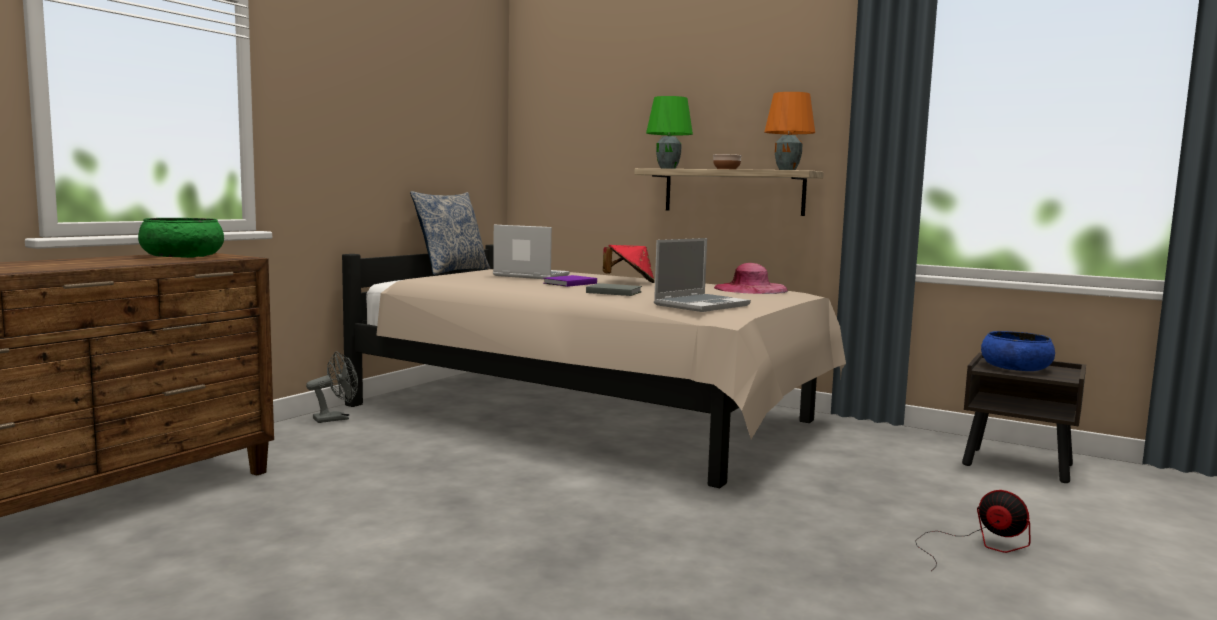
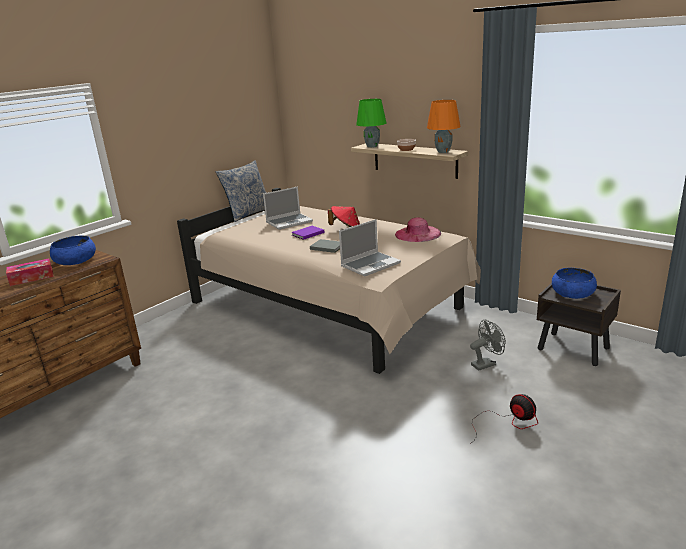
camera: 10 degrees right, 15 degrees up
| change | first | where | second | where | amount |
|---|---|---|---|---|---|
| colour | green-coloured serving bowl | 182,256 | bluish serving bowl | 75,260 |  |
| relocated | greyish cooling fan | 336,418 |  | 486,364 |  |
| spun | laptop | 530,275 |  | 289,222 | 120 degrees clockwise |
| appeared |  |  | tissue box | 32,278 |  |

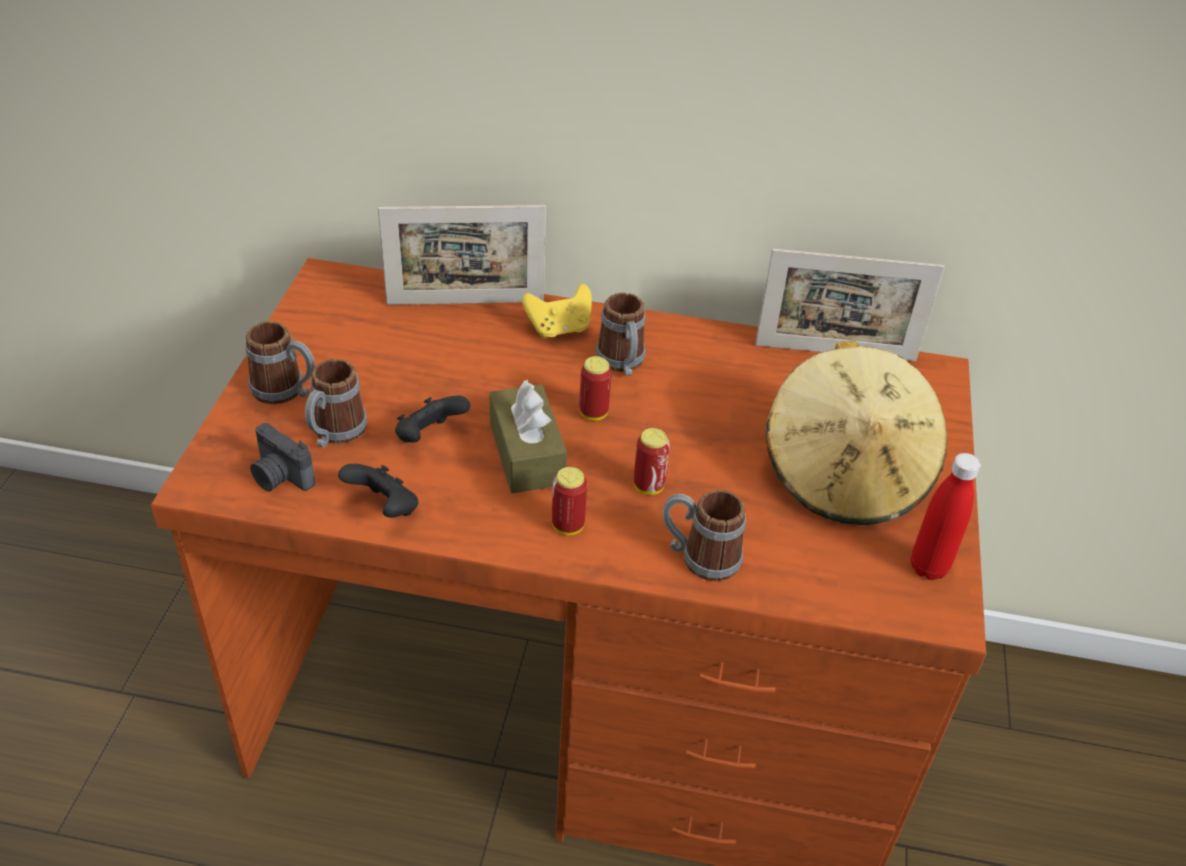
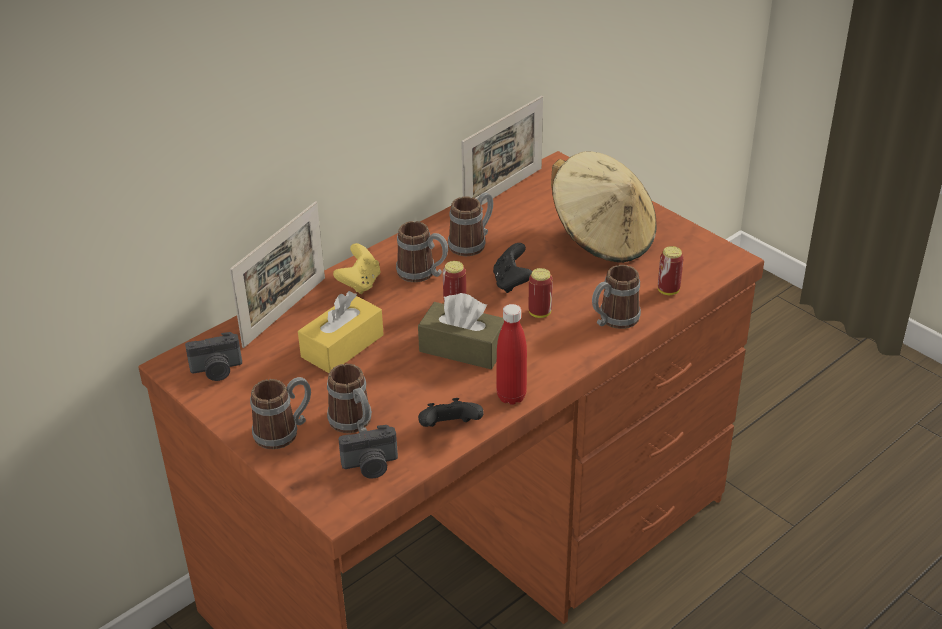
camera: 50 degrees left, 5 degrees down
| change | first | where | second | where | amount |
|---|---|---|---|---|---|
| relocated | black-coloured gamepad | 429,437 |  | 512,282 |  |
| relocated | can | 568,526 |  | 668,290 |  |
| relocated | red-coloured drink bottle | 928,567 |  | 511,396 |  |
| appeared |  |  | still camera | 217,370 |  |
| appeared |  |  | yellowish tissue box | 342,346 |  |
| appeared |  |  | coffee mug | 472,243 |  |

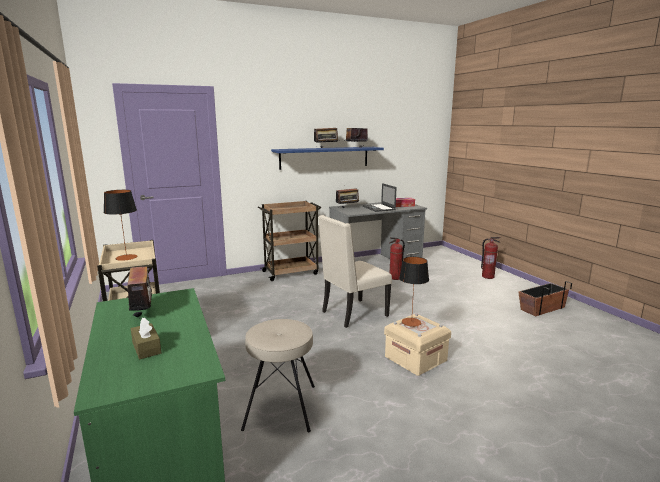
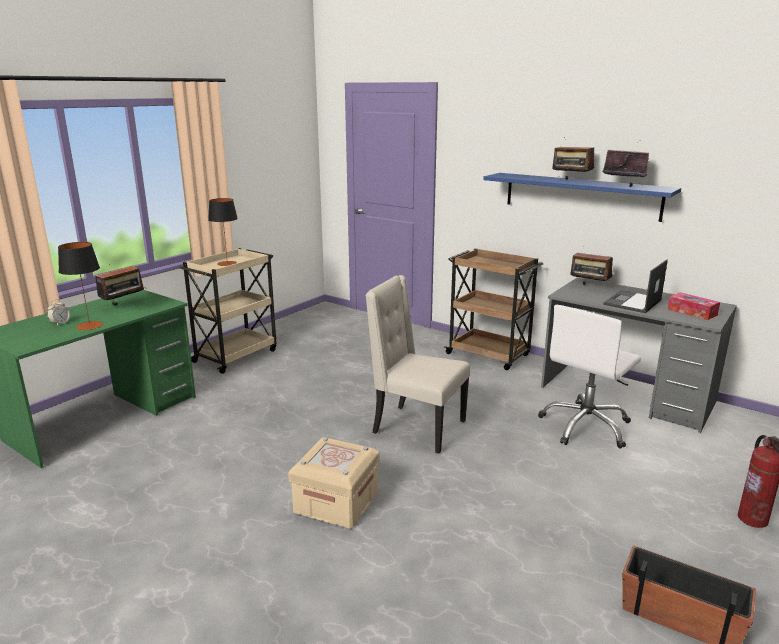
camera: 60 degrees right, 5 degrees up
| change | first | where | second | where | amount |
|---|---|---|---|---|---|
| exchanged | brown-coloured tissue box | 146,348 | table clock | 60,323 |  |
| missing | beige stool | 281,406 |  |  |  |
| exchanged | extinguisher | 395,278 | white-coloured desk chair | 586,426 |  |
| relocated | table lamp | 411,322 |  | 89,326 |  |

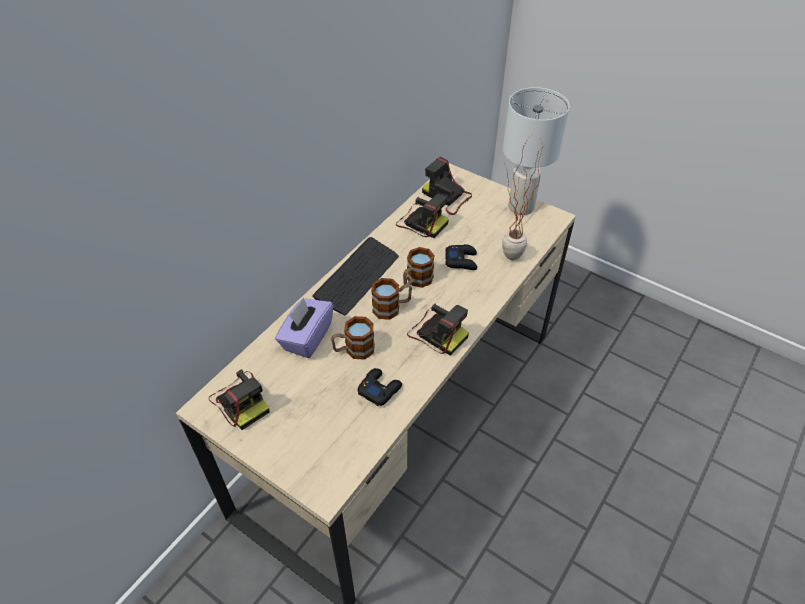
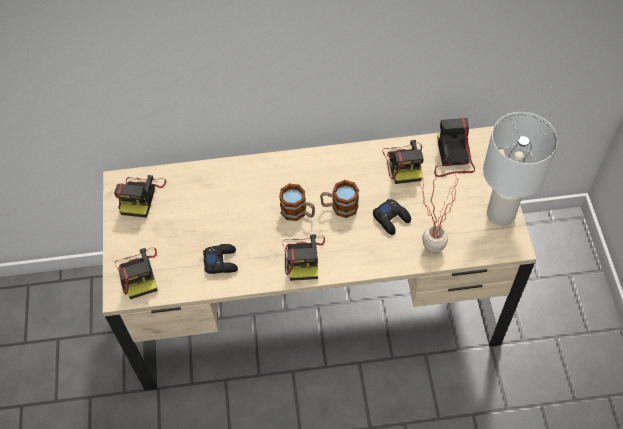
camera: 50 degrees right, 10 degrees up
| change | first | where | second | where | amount |
|---|---|---|---|---|---|
| missing | purplish tissue box | 307,338 |  |  |  |
| missing | keyboard | 357,277 |  |  |  |
| missing | coffee mug | 354,350 |  |  |  |
| appeared |  |  | still camera | 139,273 |  |

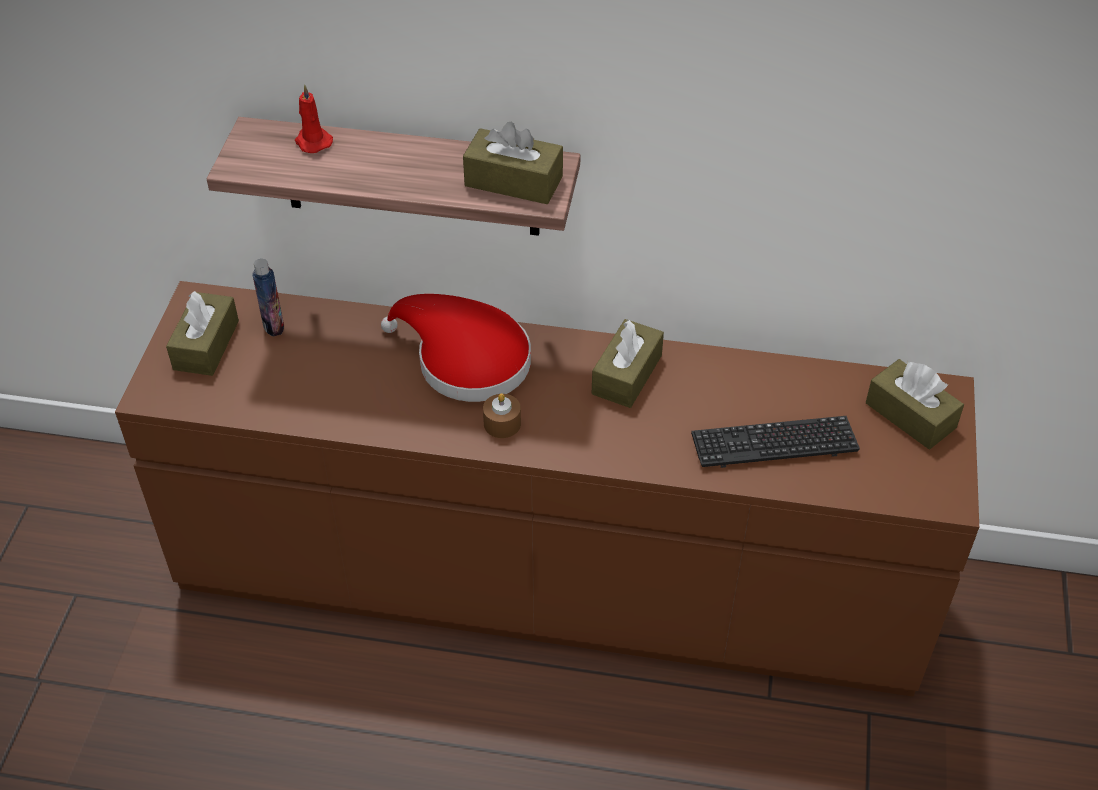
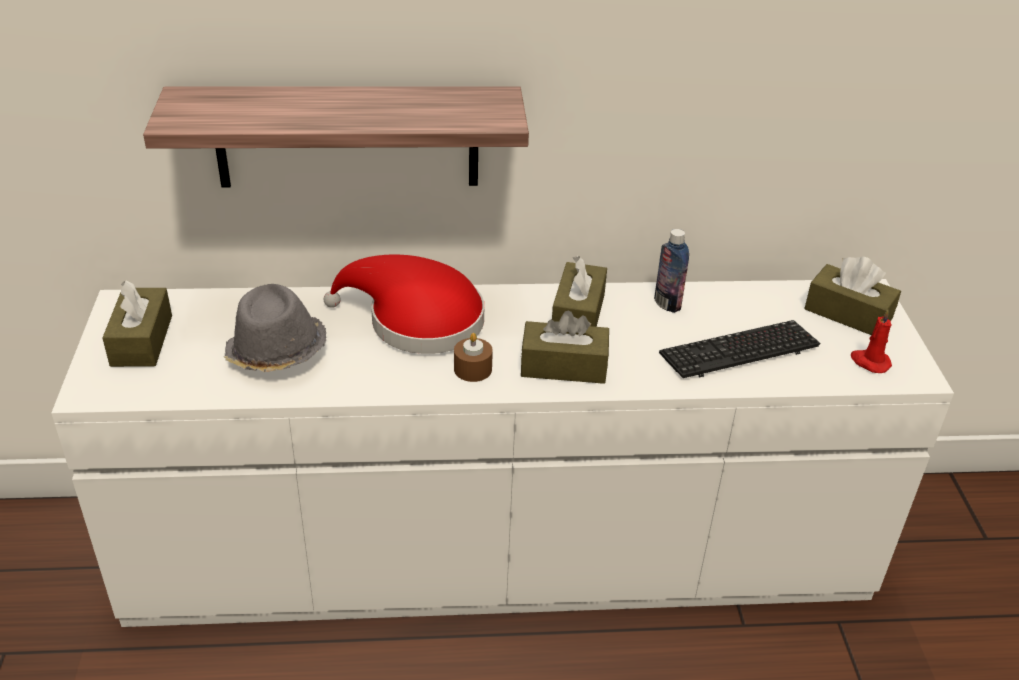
camera: 15 degrees left, 10 degrees down
| change | first | where | second | where | amount |
|---|---|---|---|---|---|
| colour | brown-coloured chest of drawers | 549,576 | white-coloured chest of drawers | 500,551 |  |
| relocated | drink bottle | 273,325 |  | 667,304 |  |
| relocated | red-coloured candle | 312,141 |  | 869,362 |  |
| relocated | brown-coloured tissue box | 513,181 |  | 563,366 |  |
| appeared |  |  | greyish hat | 276,352 |  |

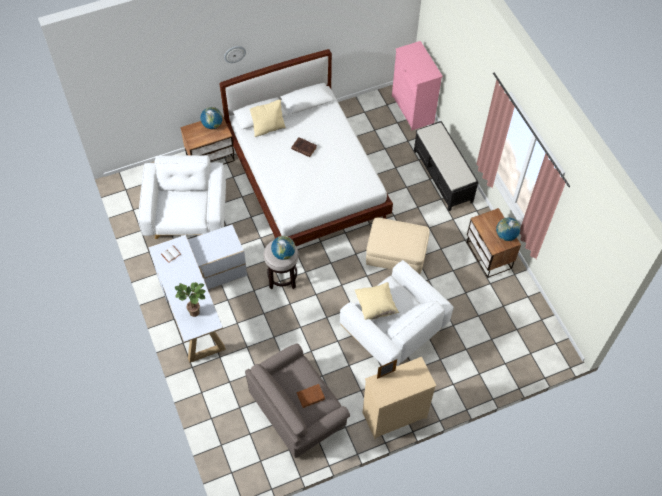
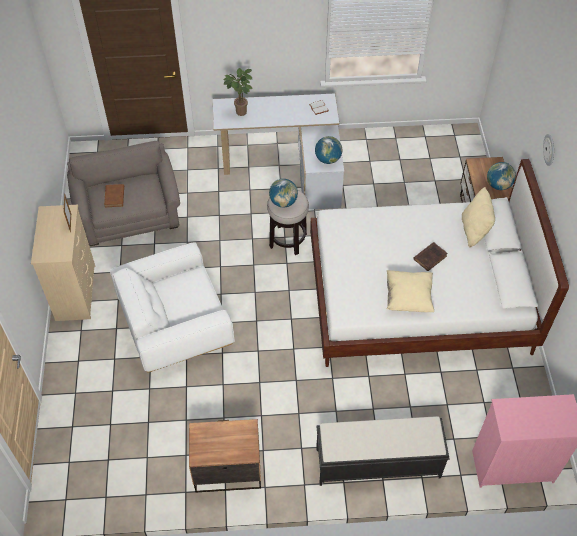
camera: 110 degrees right, 5 degrees down
| change | first | where | second | where | amount |
|---|---|---|---|---|---|
| missing | white-coloured armchair | 186,214 |  |  |  |
| relocated | beige pillow | 375,306 |  | 408,298 |  |
| missing | beige ottoman | 396,255 |  |  |  |
| relocated | desk globe | 506,235 |  | 328,159 |  |

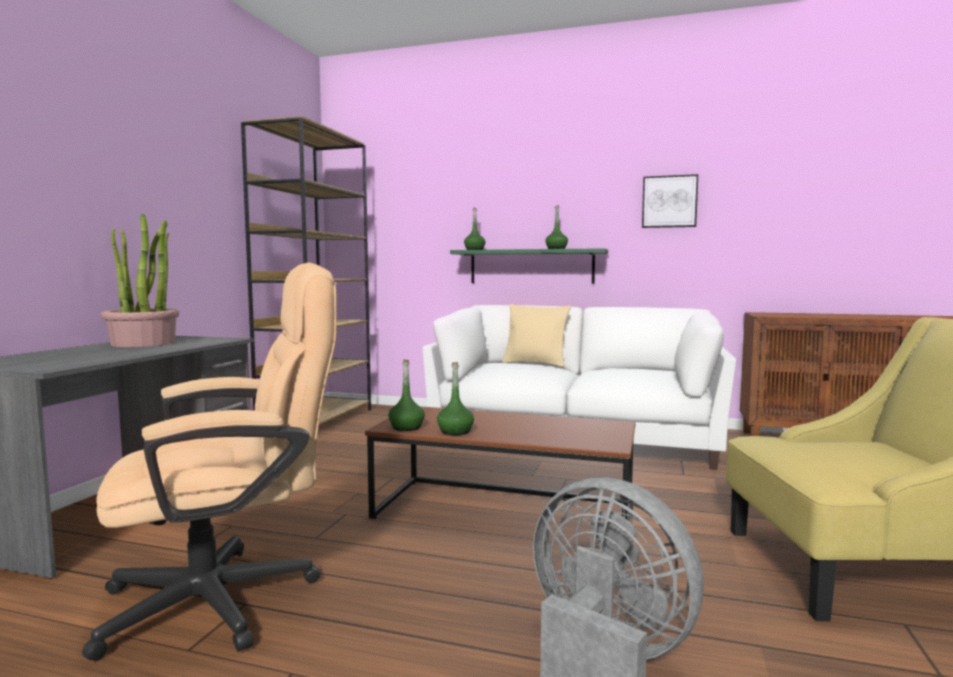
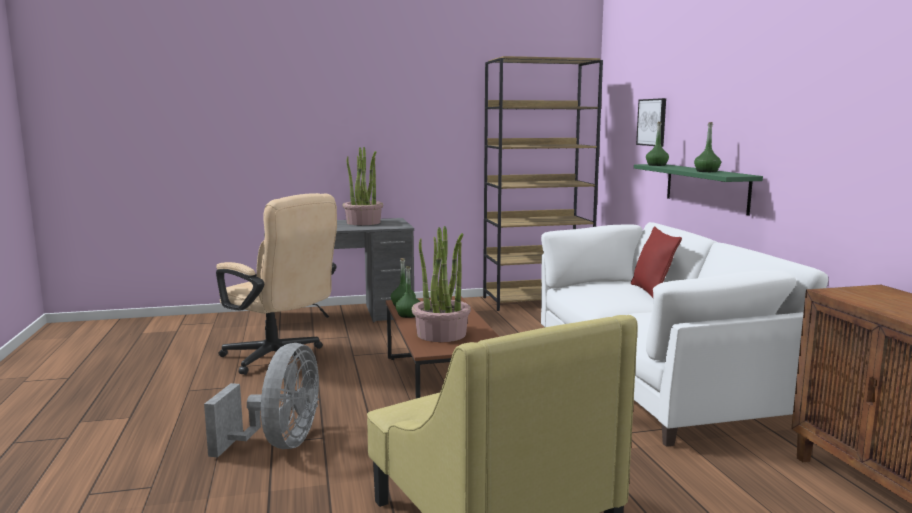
camera: 60 degrees right, 5 degrees up
| change | first | where | second | where | amount |
|---|---|---|---|---|---|
| colour | beige pillow | 535,363 | red-coloured pillow | 651,292 |  |
| relocated | wall art | 669,201 |  | 652,122 |  |
| appeared |  |  | plant in a pot | 441,334 |  |

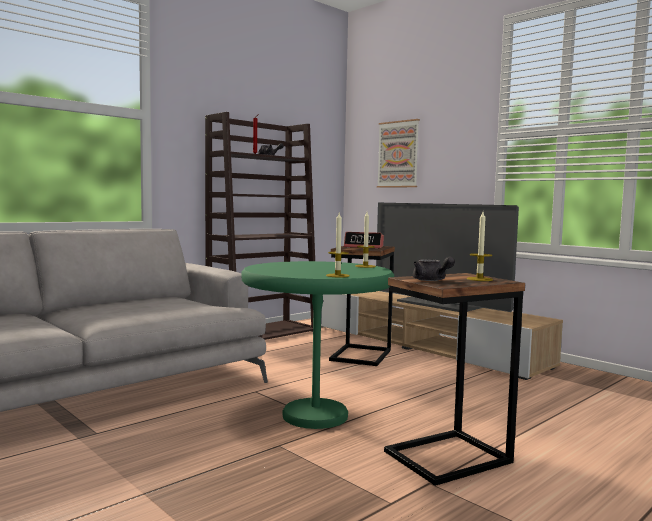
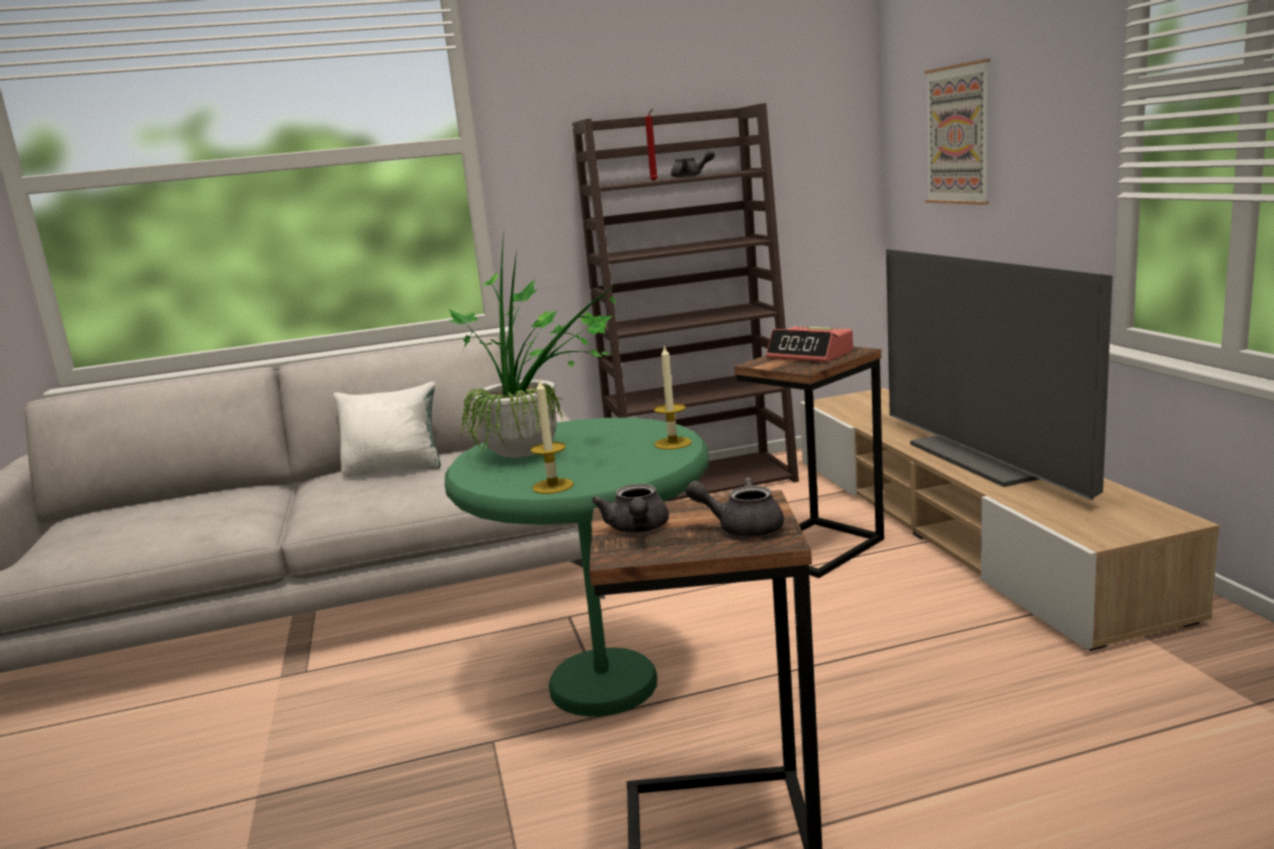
camera: 30 degrees right, 10 degrees up
| change | first | where | second | where | amount |
|---|---|---|---|---|---|
| exchanged | candle | 479,279 | greyish pot for tea | 741,527 |  |
| appeared |  |  | white-coloured pillow | 395,469 |  |
| appeared |  |  | plant in a pot | 537,454 |  |

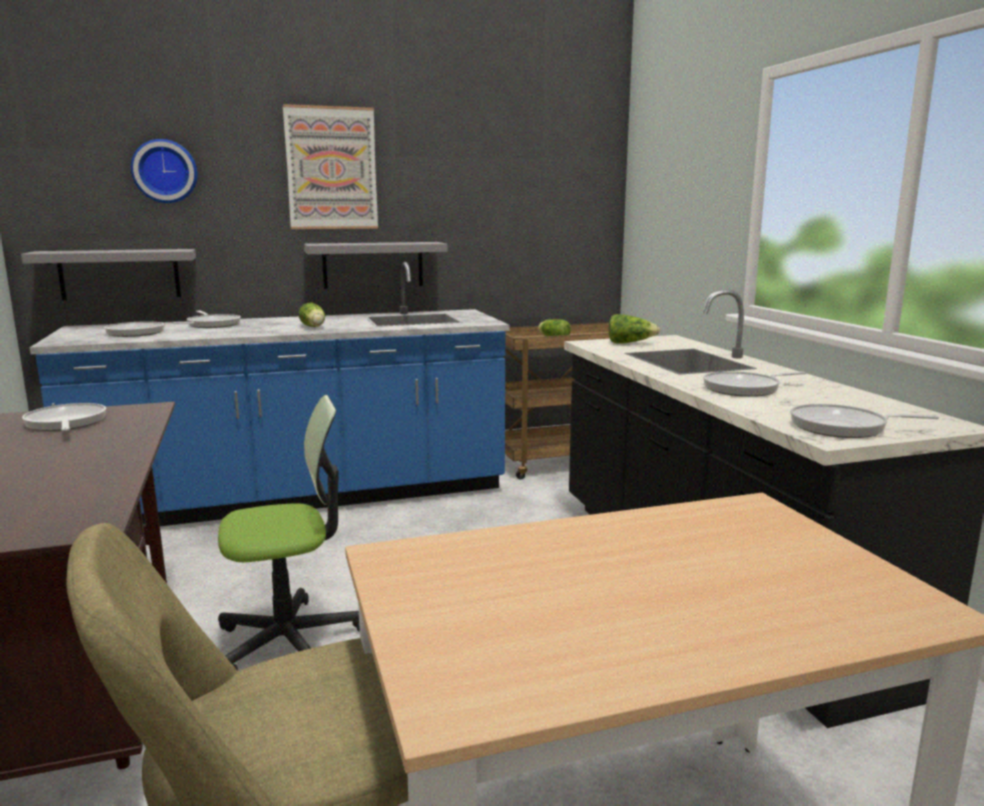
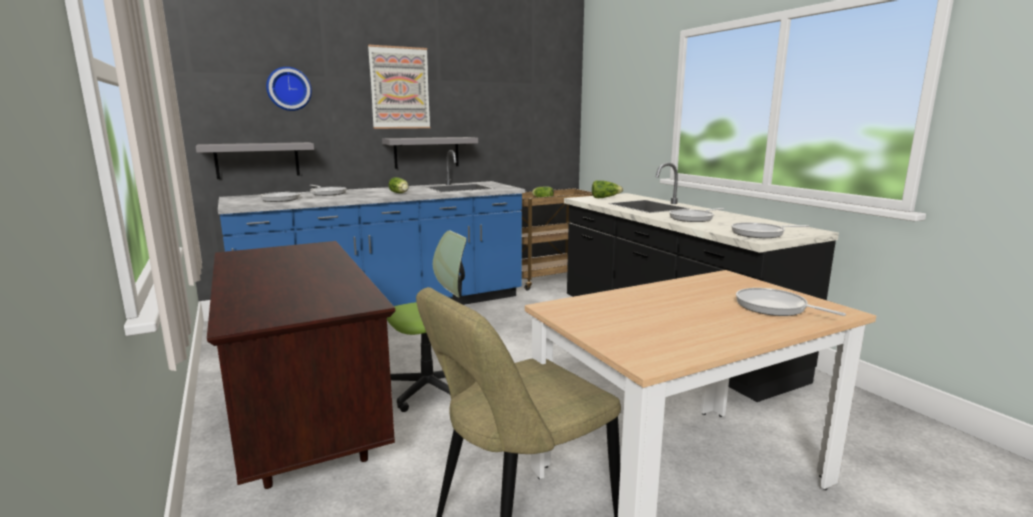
camera: 10 degrees left, 0 degrees up
| change | first | where | second | where | amount |
|---|---|---|---|---|---|
| relocated | frying pan | 66,423 |  | 774,307 |  |

